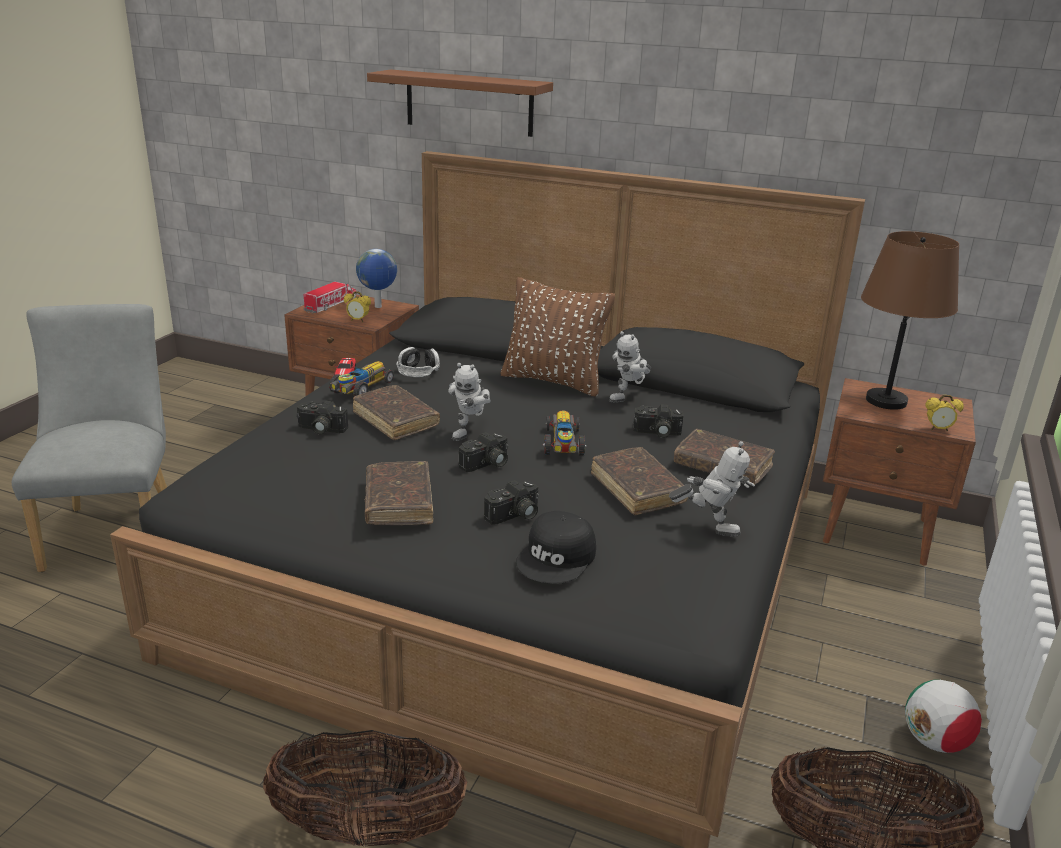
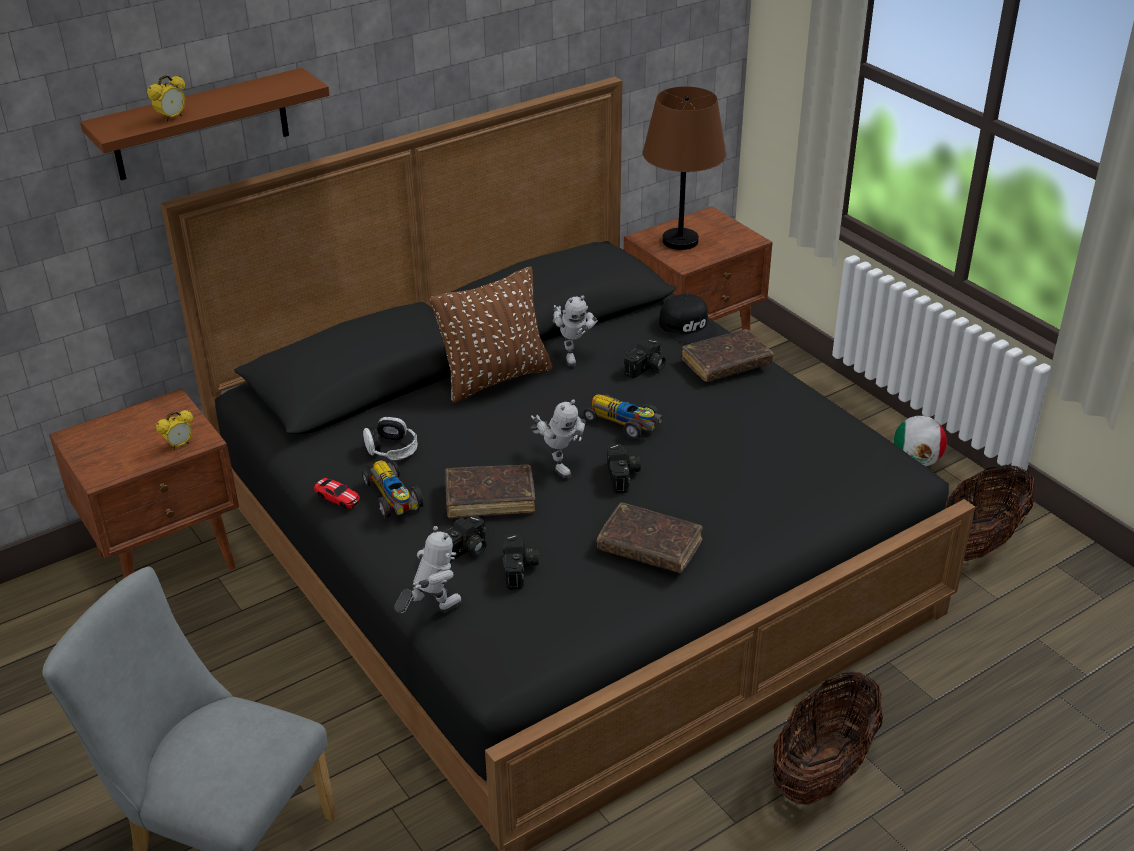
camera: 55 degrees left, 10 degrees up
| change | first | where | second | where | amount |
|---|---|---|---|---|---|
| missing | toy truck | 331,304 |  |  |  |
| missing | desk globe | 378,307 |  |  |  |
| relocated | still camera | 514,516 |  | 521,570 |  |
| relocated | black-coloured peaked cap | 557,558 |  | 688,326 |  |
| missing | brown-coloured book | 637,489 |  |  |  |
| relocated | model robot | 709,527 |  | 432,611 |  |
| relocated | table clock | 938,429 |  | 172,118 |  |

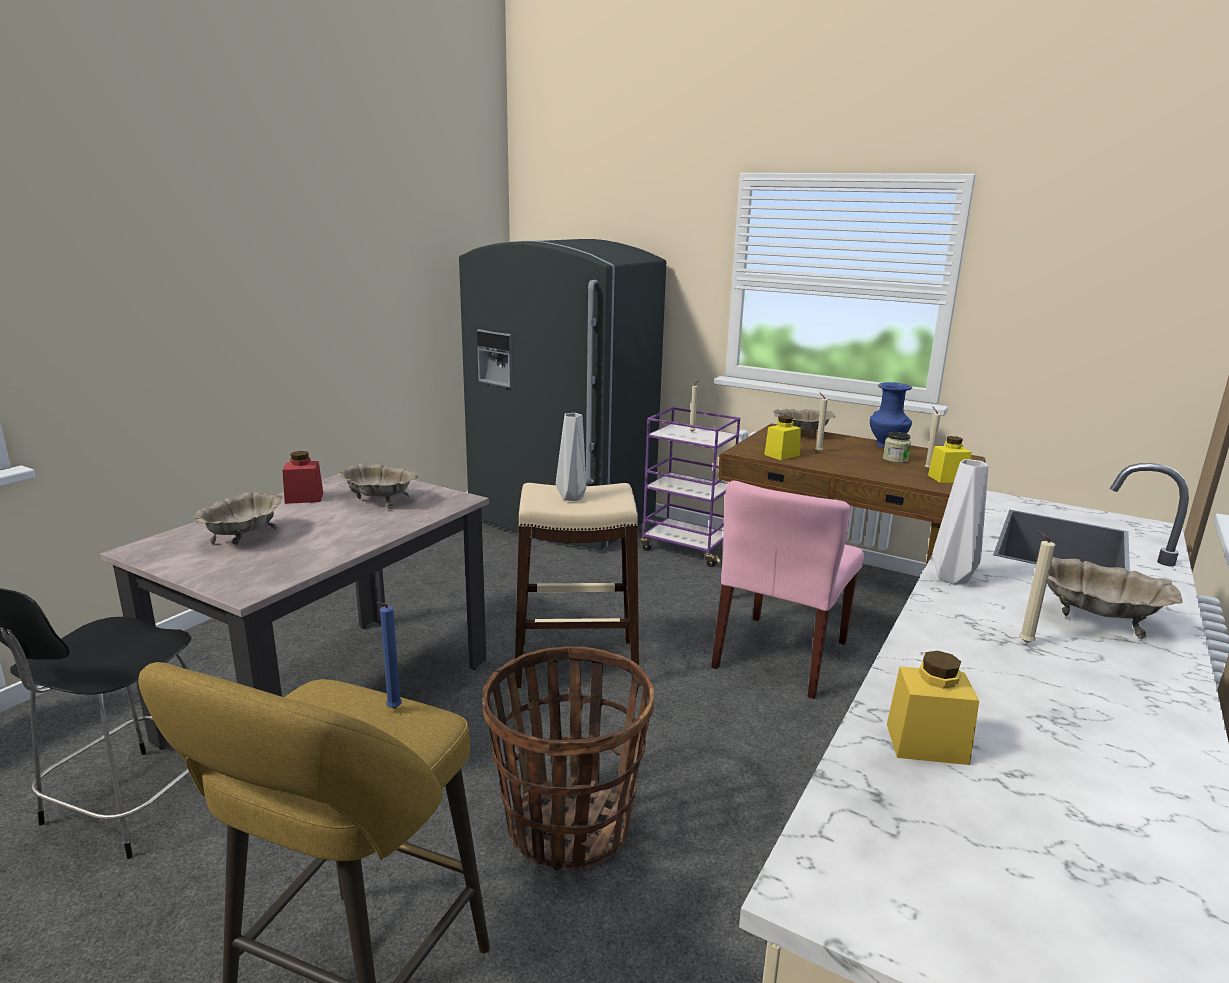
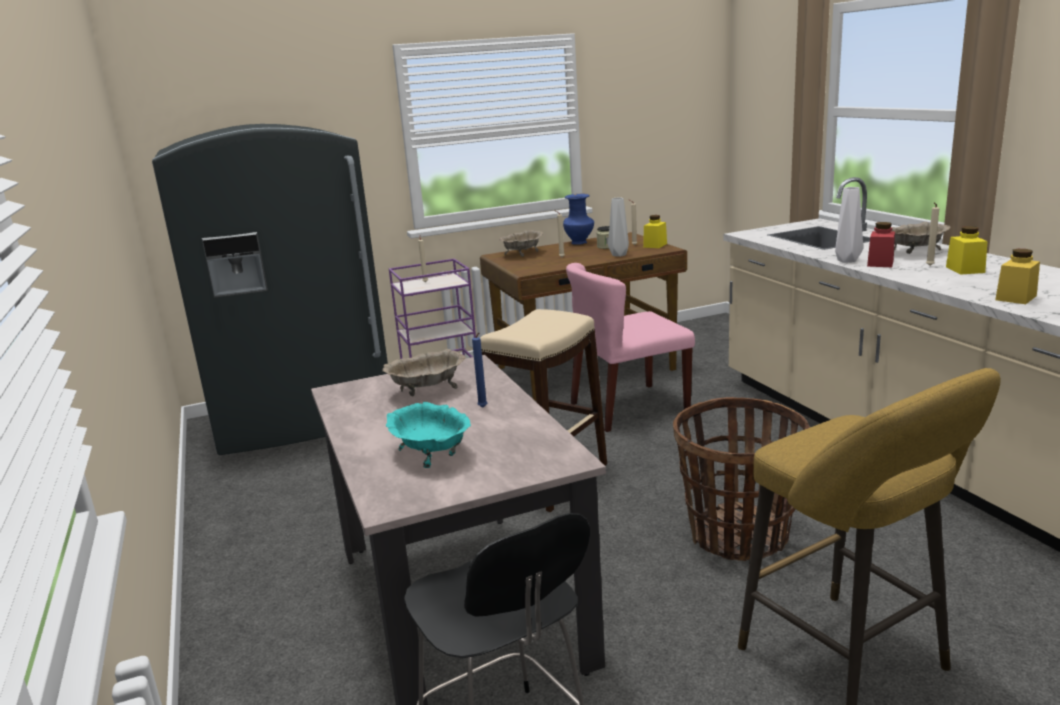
camera: 50 degrees left, 0 degrees up
| change | first | where | second | where | amount |
|---|---|---|---|---|---|
| colour | beige serving bowl | 243,538 | turquoise serving bowl | 432,453 |  |
| relocated | red-coloured storage jar | 304,498 |  | 880,263 |  |
| relocated | bluish candle | 392,710 |  | 483,408 |  |
| relocated | greyish decorative vase | 571,497 |  | 618,255 |  |
| spun | pinkish chair | 781,655 |  | 628,407 | 90 degrees clockwise |
| relocated | yellowish storage jar | 781,455 |  | 965,270 |  |

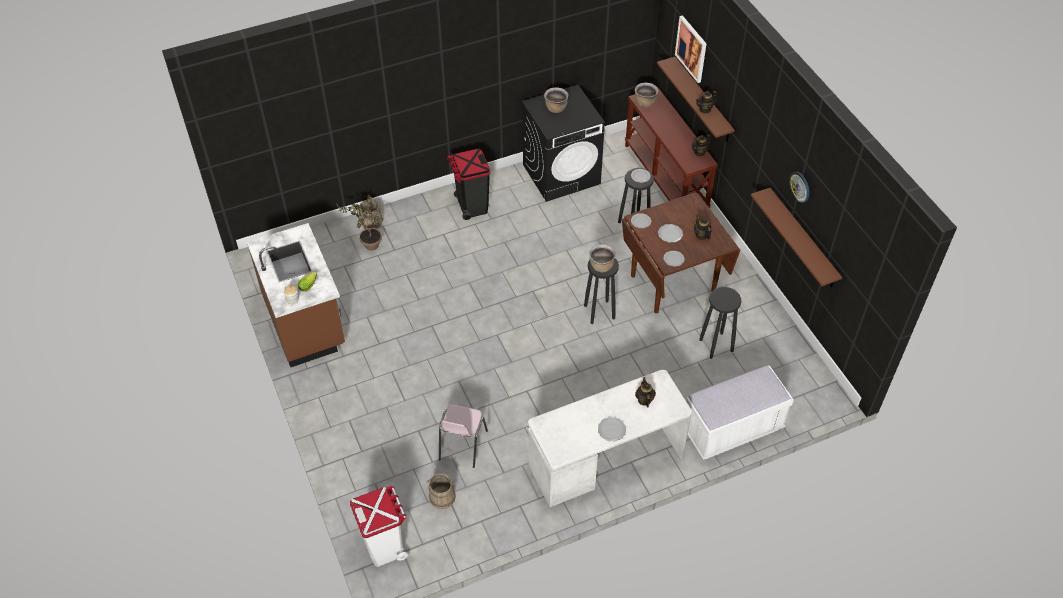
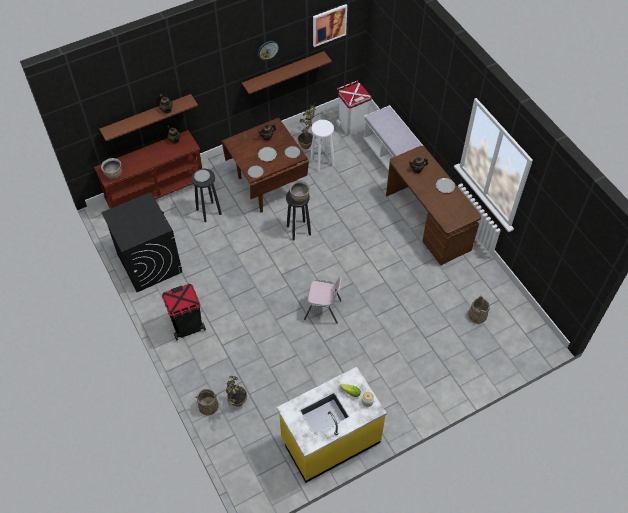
camera: 95 degrees left, 5 degrees up
| change | first | where | second | where | amount |
|---|---|---|---|---|---|
| colour | brown-coloured counter | 305,322 | yellowish counter | 330,440 |  |
| relocated | white-coloured trash can | 384,546 |  | 352,125 |  |
| relocated | pinkish chair | 462,445 |  | 323,310 |  |
| colour | white-coloured desk unit | 606,460 | brown-coloured desk unit | 428,221 |  |
| missing | brown-coloured cooking pot | 555,108 |  |  |  |
| relocated | wall art | 691,48 |  | 329,25 |  |
| colour | black-coloured stool | 715,345 | white-coloured stool | 322,163 |  |
| appeared |  |  | plant in a pot | 307,142 |  |

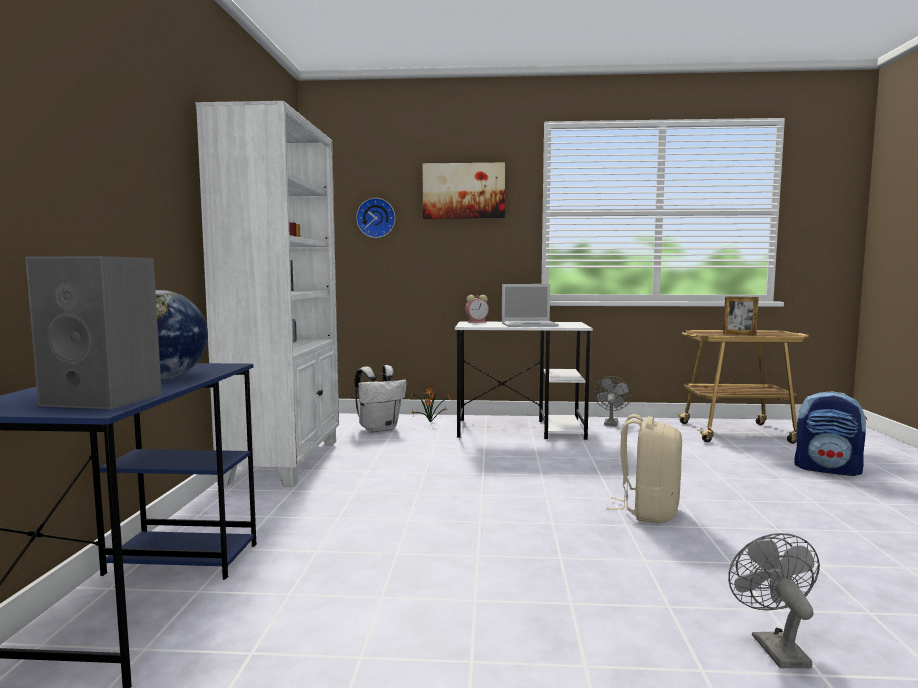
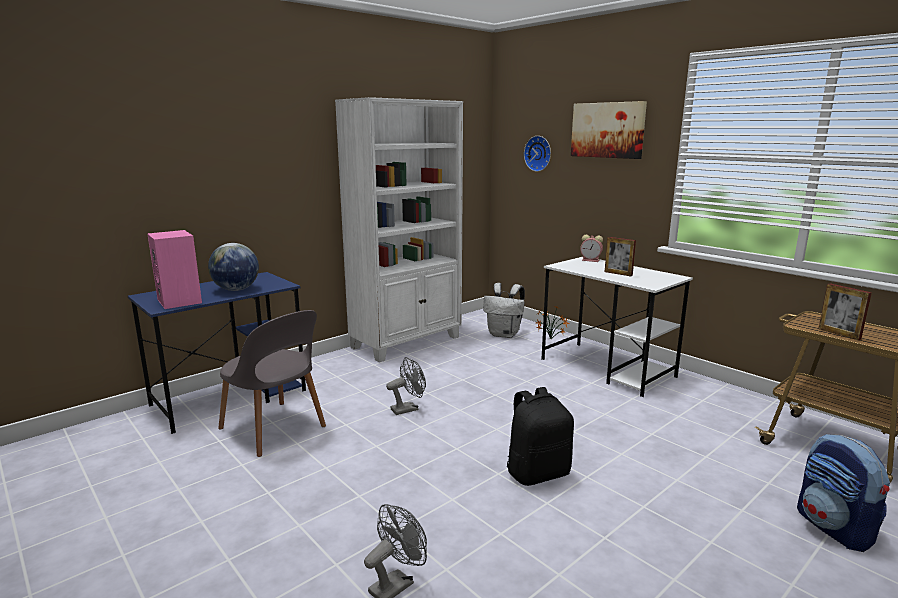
camera: 45 degrees right, 10 degrees up
| change | first | where | second | where | amount |
|---|---|---|---|---|---|
| colour | greyish audio speaker | 106,399 | pinkish audio speaker | 181,301 |  |
| exchanged | laptop | 530,325 | photo frame | 618,273 |  |
| relocated | greyish cooling fan | 611,422 |  | 408,408 |  |
| colour | beige backpack | 648,511 | black-coloured backpack | 537,473 |  |
| appeared |  |  | greyish chair | 274,429 |  |

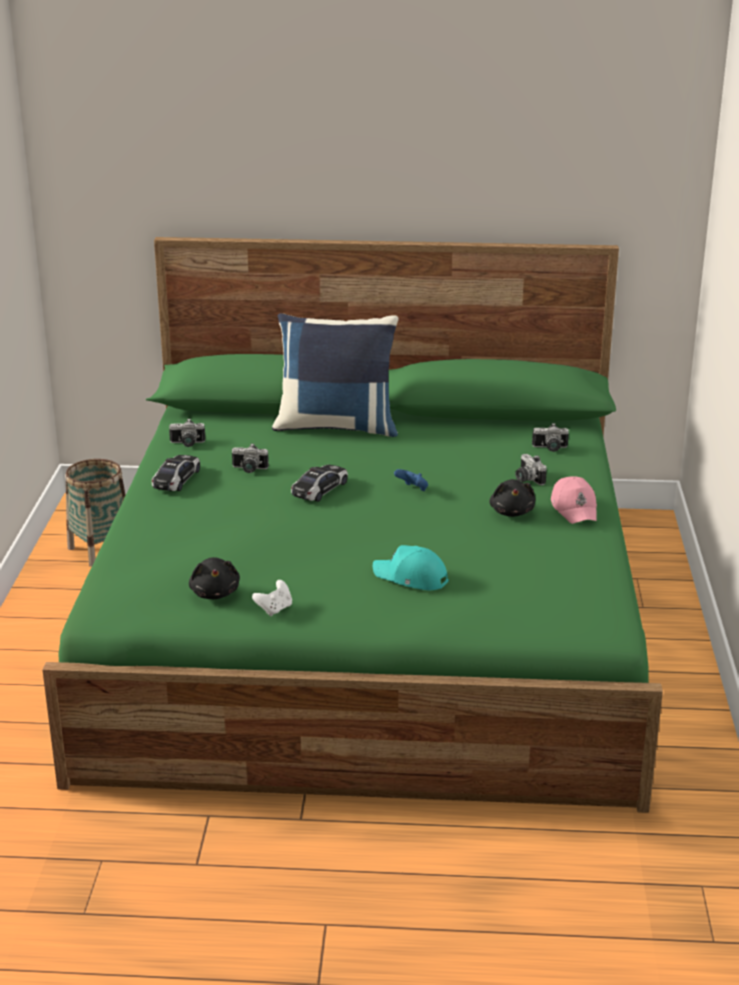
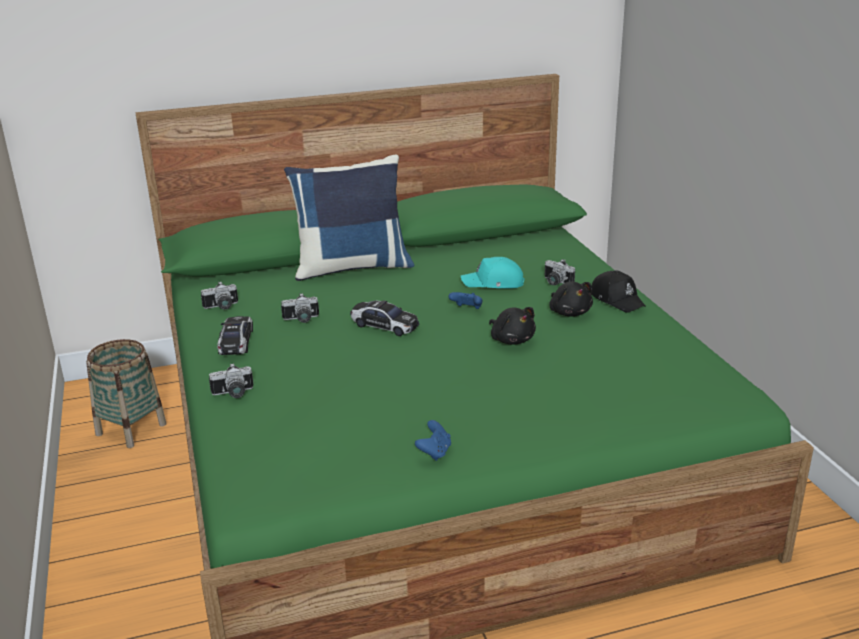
camera: 20 degrees left, 0 degrees up
| change | first | where | second | where | amount |
|---|---|---|---|---|---|
| relocated | black-coloured cuddly toy | 215,593 |  | 511,339 |  |
| colour | white-coloured gamepad | 274,609 | bluish gamepad | 434,452 |  |
| spun | toy car | 319,490 |  | 384,325 | 105 degrees clockwise |
| relocated | turquoise peaked cap | 410,578 |  | 494,283 |  |
| relocated | still camera | 550,448 |  | 233,394 |  |
| colour | pinkish peaked cap | 574,508 | black-coloured peaked cap | 617,299 |  |

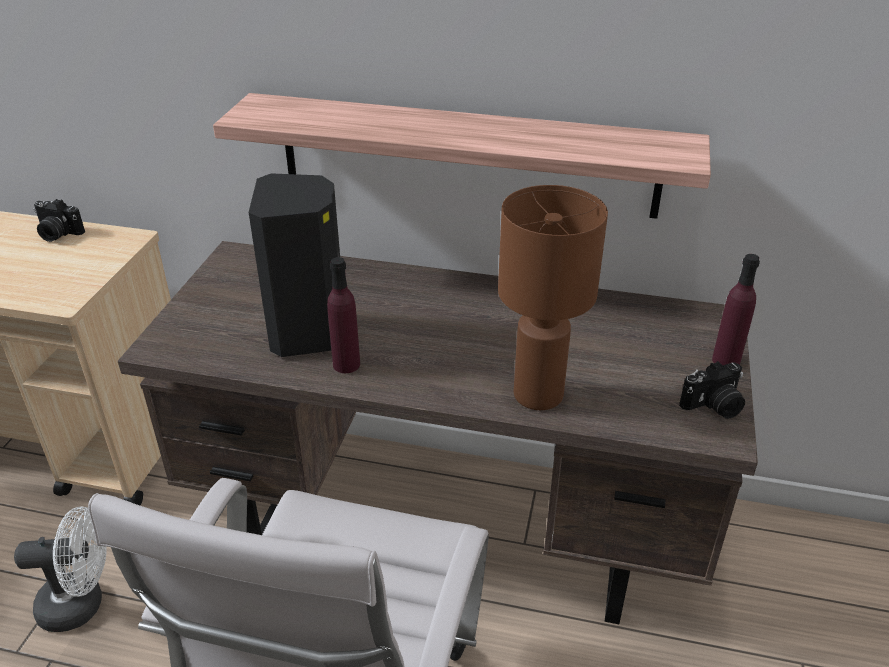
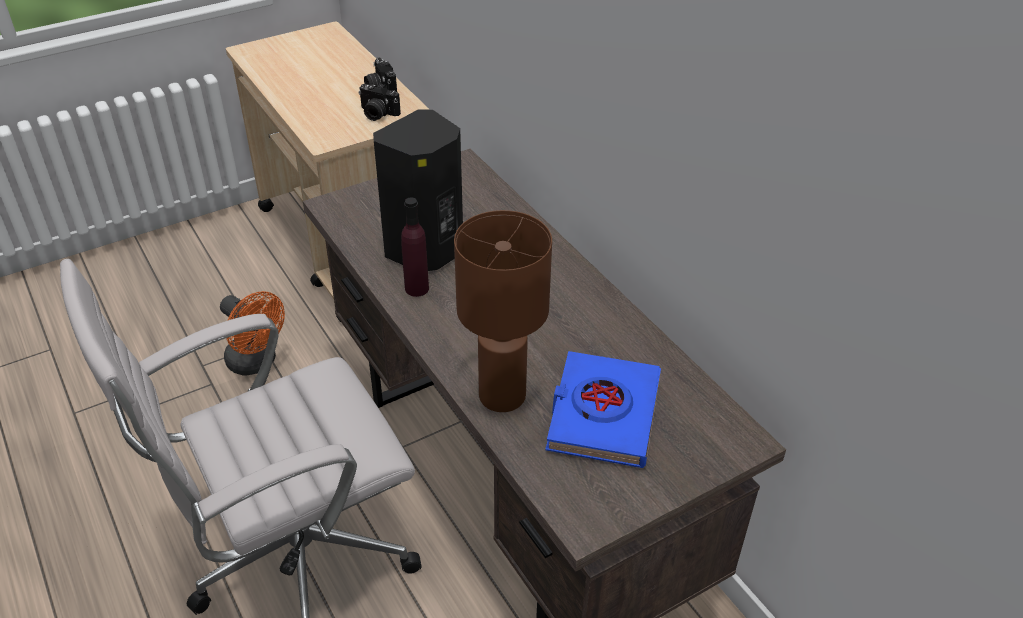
camera: 45 degrees right, 5 degrees up
| change | first | where | second | where | amount |
|---|---|---|---|---|---|
| colour | white-coloured cooling fan | 81,604 | orangey cooling fan | 256,362 |  |
| missing | wall shelf | 466,155 |  |  |  |
| relocated | still camera | 714,406 |  | 377,114 |  |
| missing | purplish drink bottle | 726,360 |  |  |  |
| appeared |  |  | bluish book | 602,415 |  |

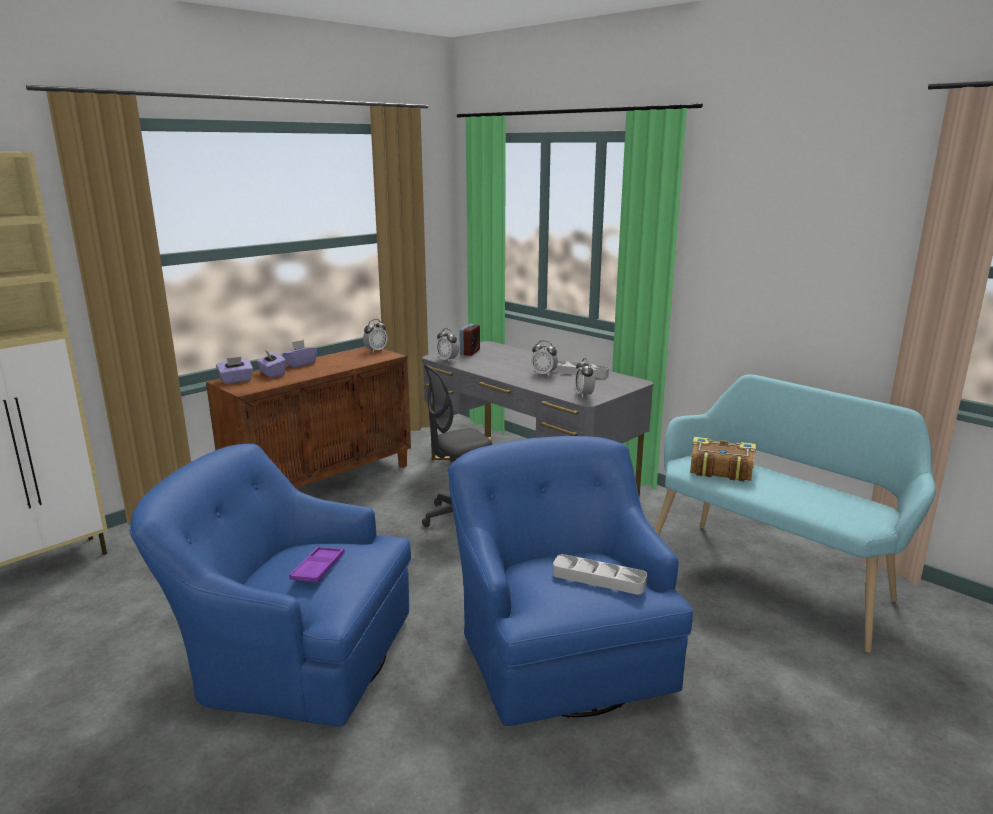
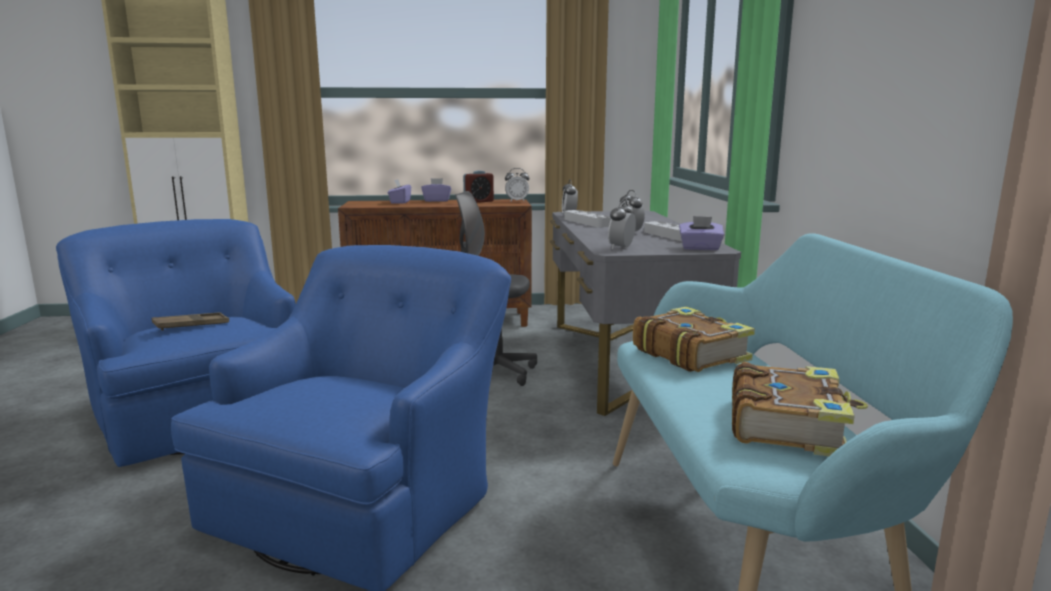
camera: 40 degrees right, 5 degrees down
| change | first | where | second | where | amount |
|---|---|---|---|---|---|
| relocated | purplish tissue box | 236,380 |  | 700,248 |  |
| colour | purplish serving tray | 318,569 | brown-coloured serving tray | 191,326 |  |
| relocated | table clock | 470,352 |  | 478,201 |  |
| relocated | greyish serving tray | 598,579 |  | 587,222 |  |
| appeared |  |  | book | 788,425 |  |

